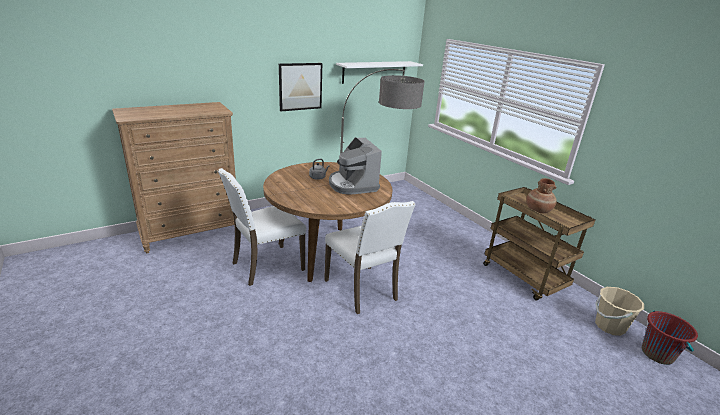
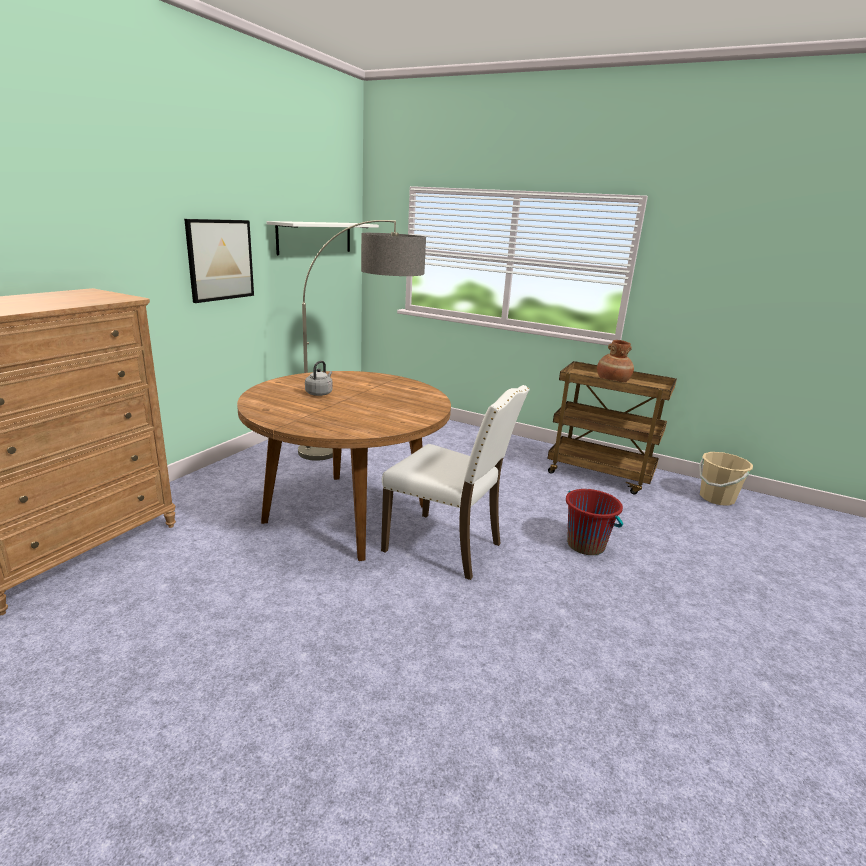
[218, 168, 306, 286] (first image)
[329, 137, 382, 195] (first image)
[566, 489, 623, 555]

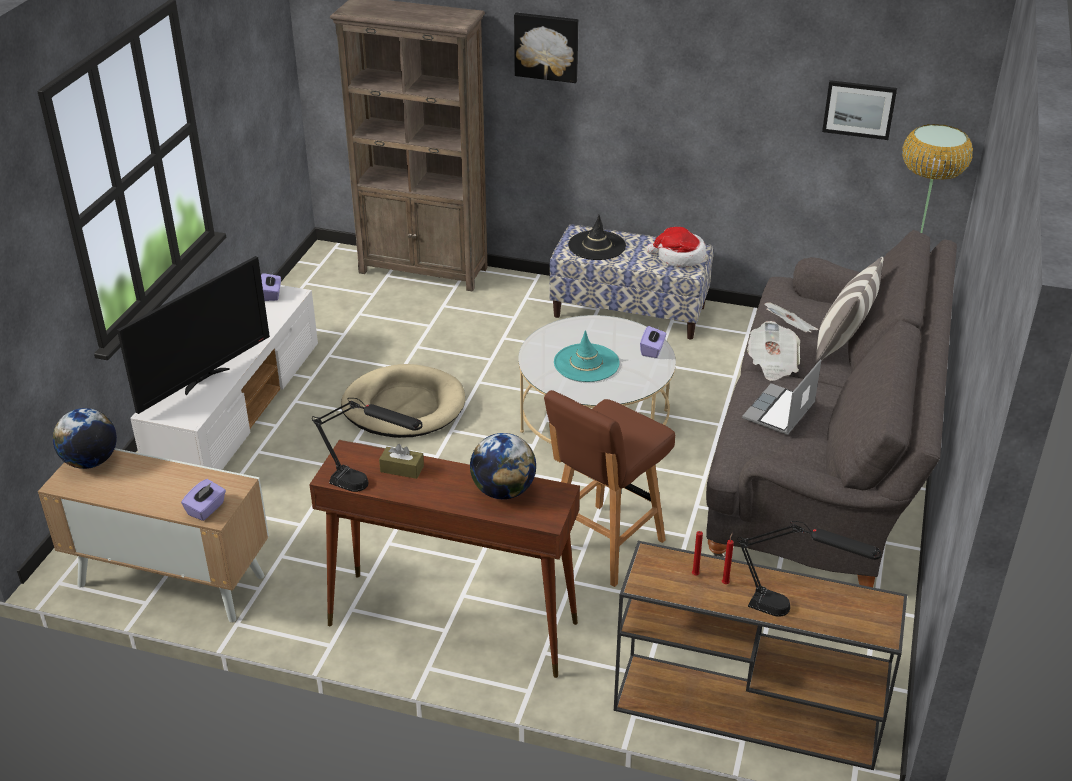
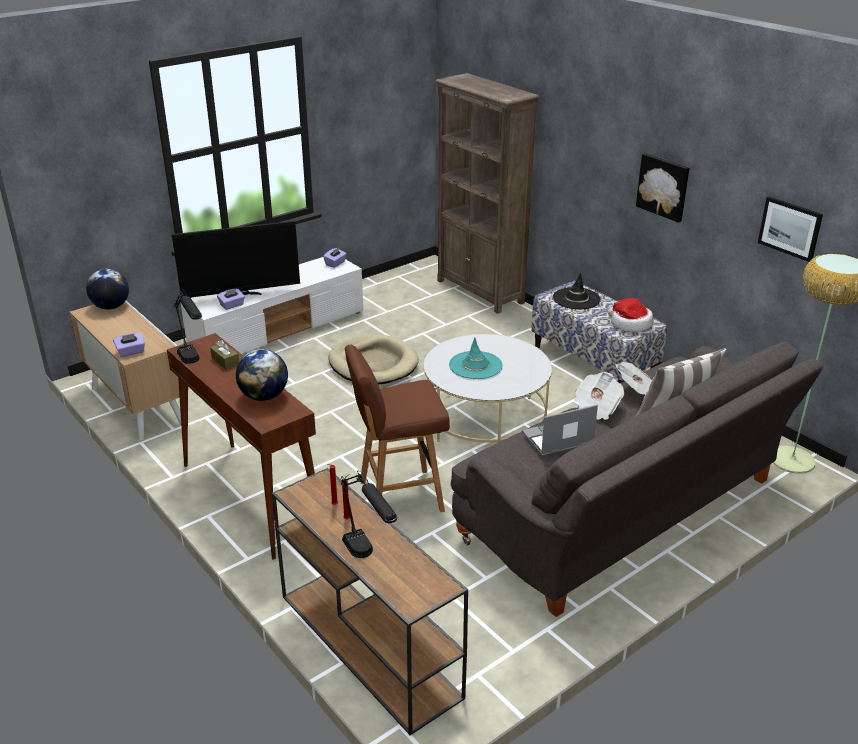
[636, 153, 689, 223]
[217, 289, 245, 310]

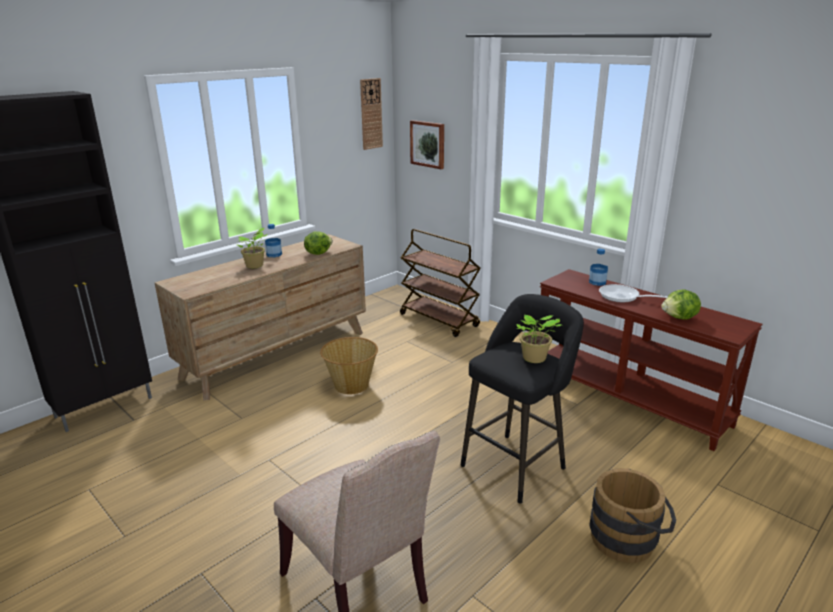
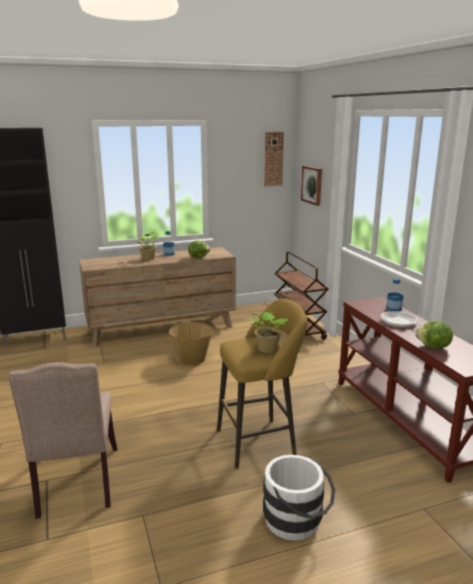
[217, 298, 308, 469]
[263, 455, 335, 541]

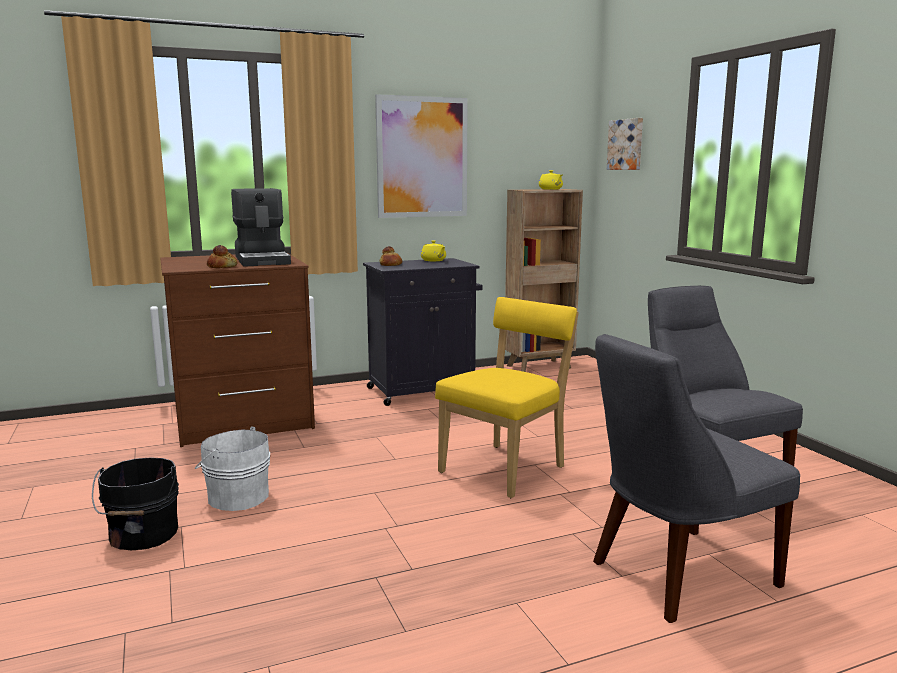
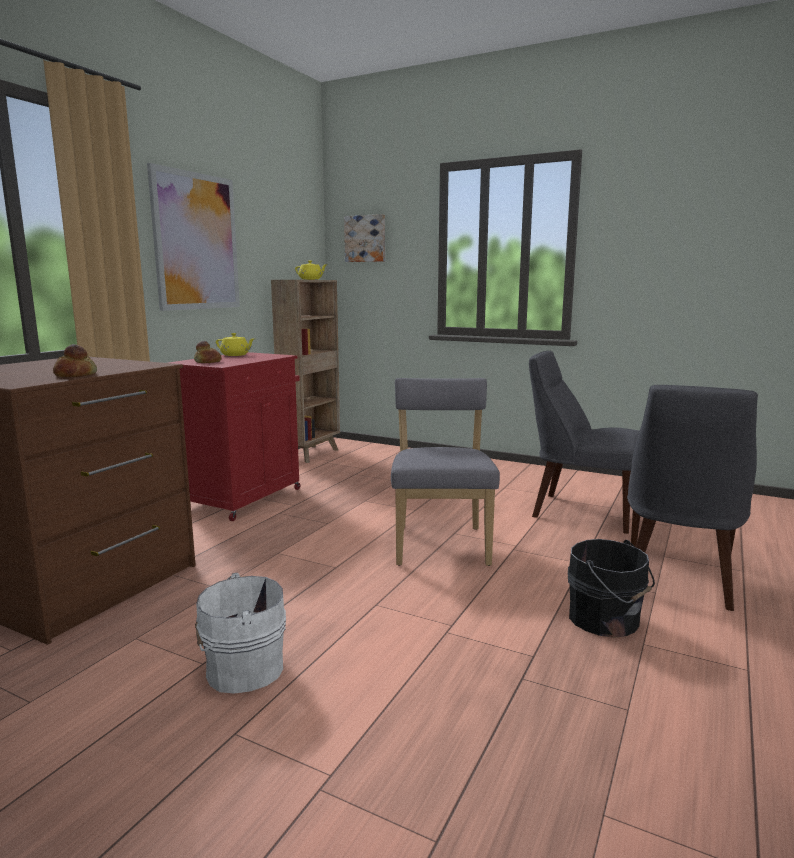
[568, 539, 655, 638]
[231, 188, 291, 267] (first image)
[168, 352, 300, 521]
[391, 378, 500, 566]

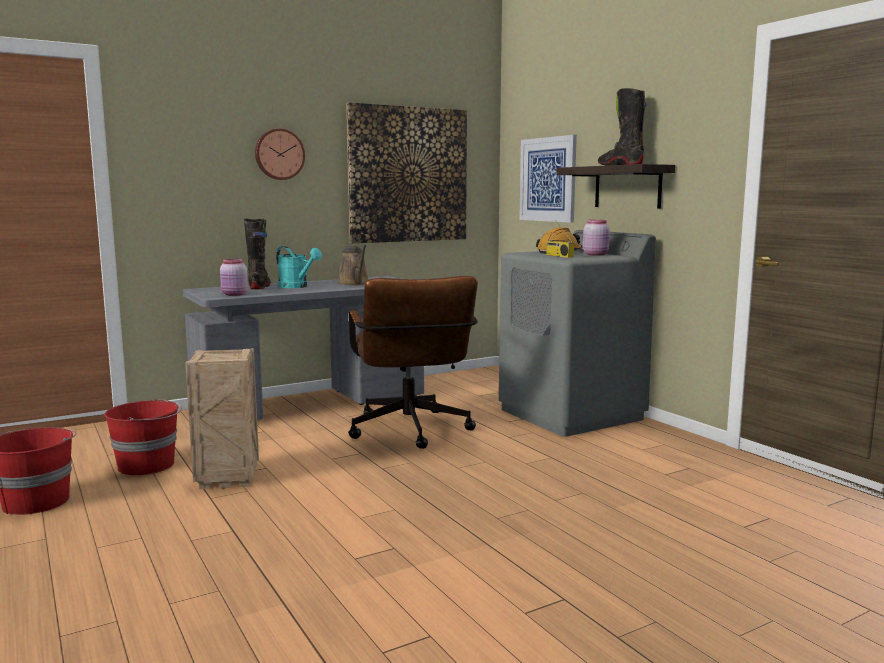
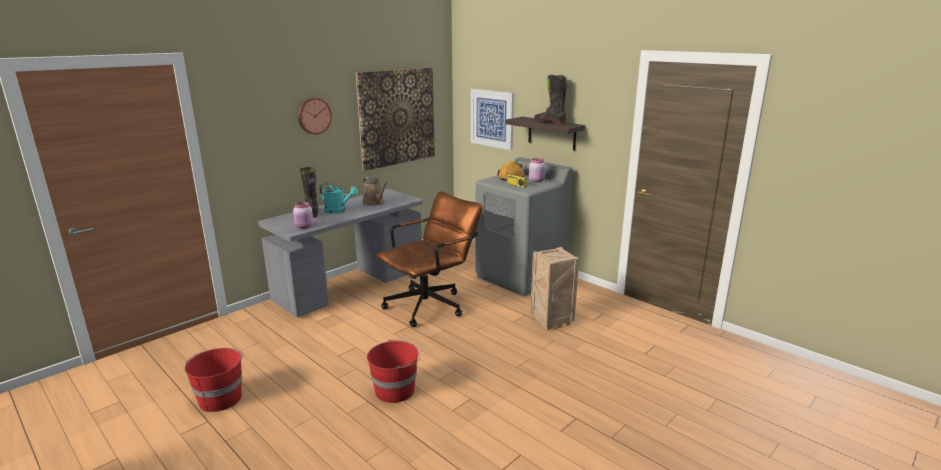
[367, 340, 421, 403]
[530, 247, 579, 330]
[376, 191, 483, 327]

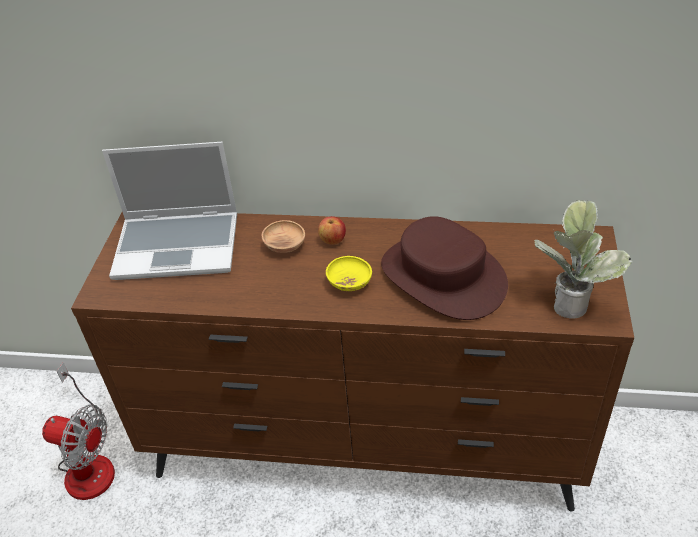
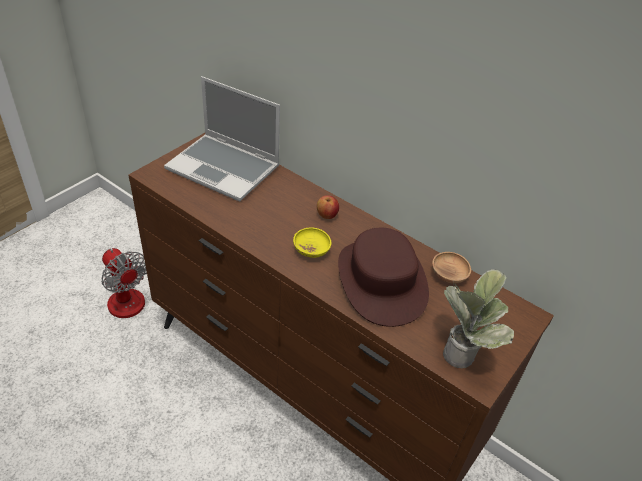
[432, 252, 471, 284]

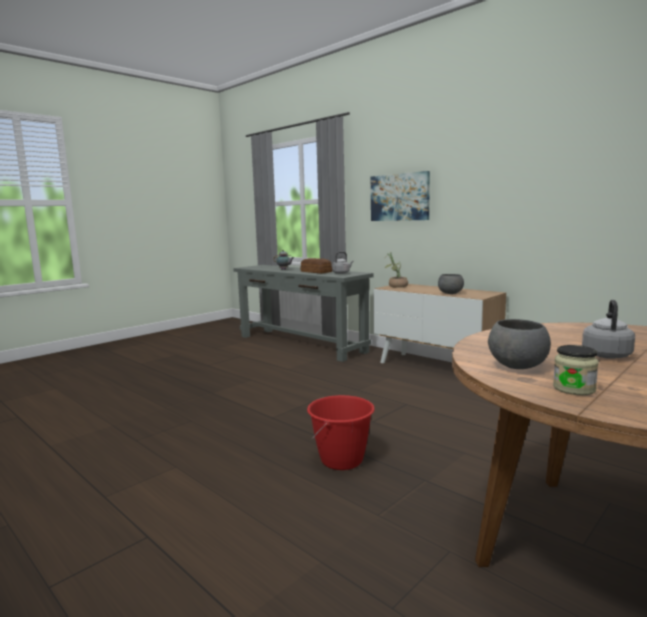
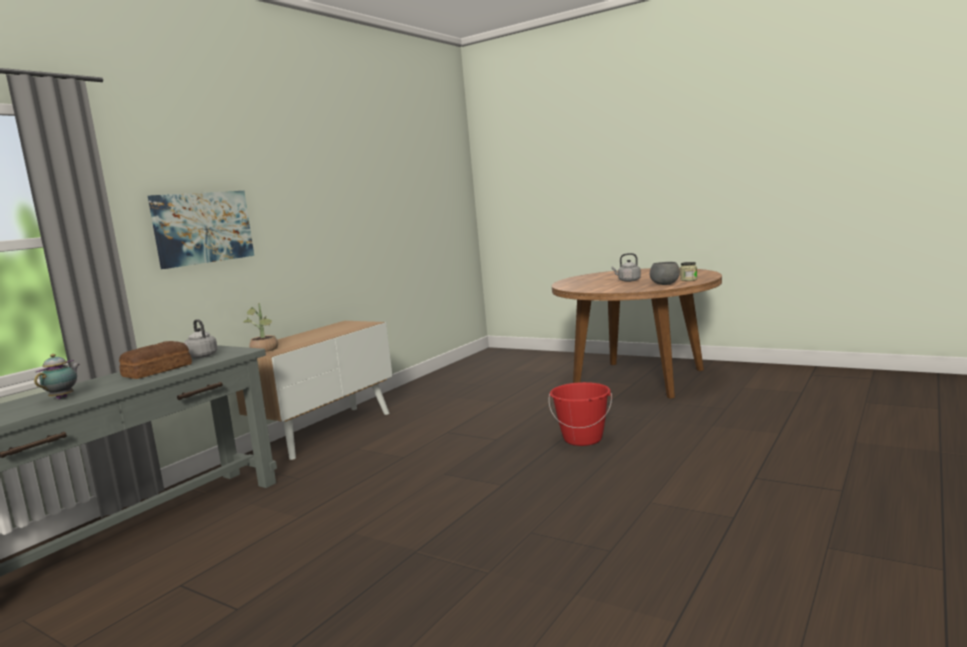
[438, 274, 464, 294] (first image)

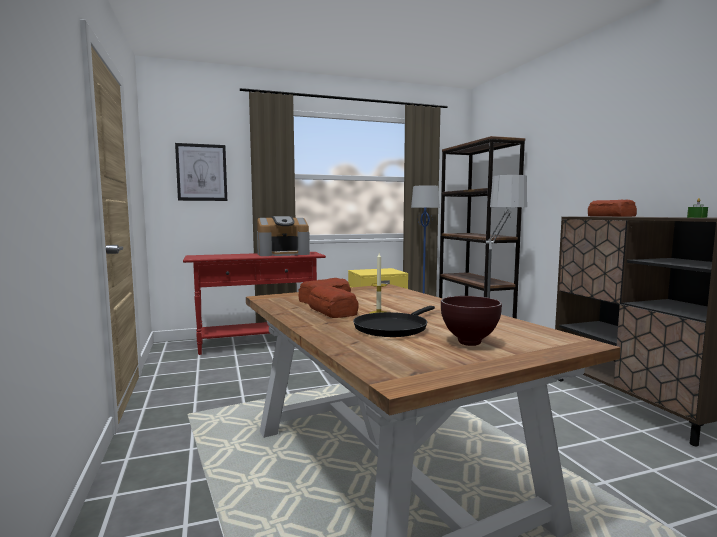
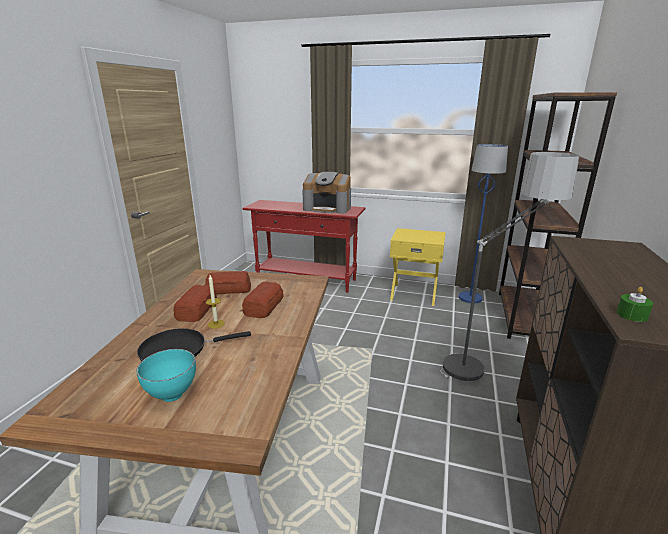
[175, 143, 227, 201] (first image)
[136, 349, 196, 402]
[242, 281, 283, 318]

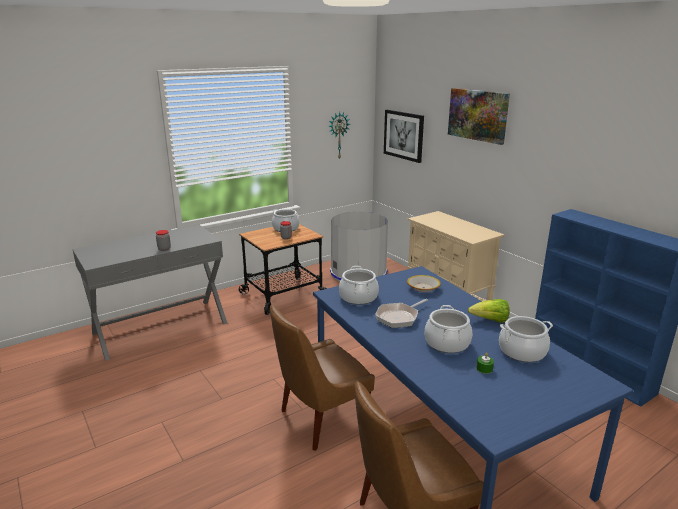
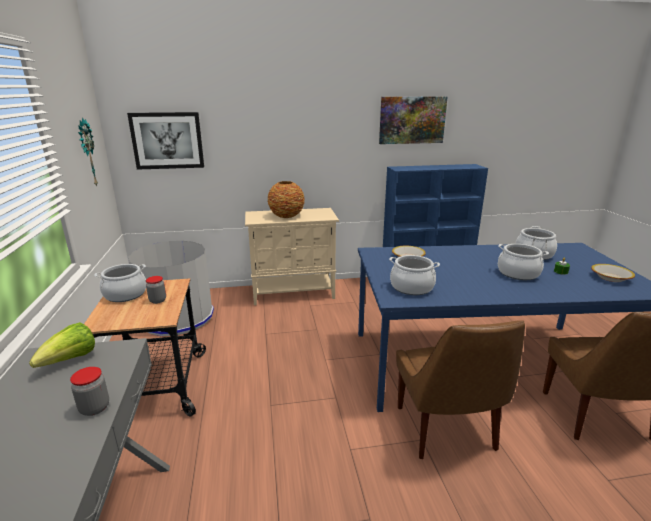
[375, 299, 428, 328] (first image)
[379, 96, 448, 144]
[29, 322, 95, 368]
[268, 181, 305, 218]
[591, 264, 635, 282]

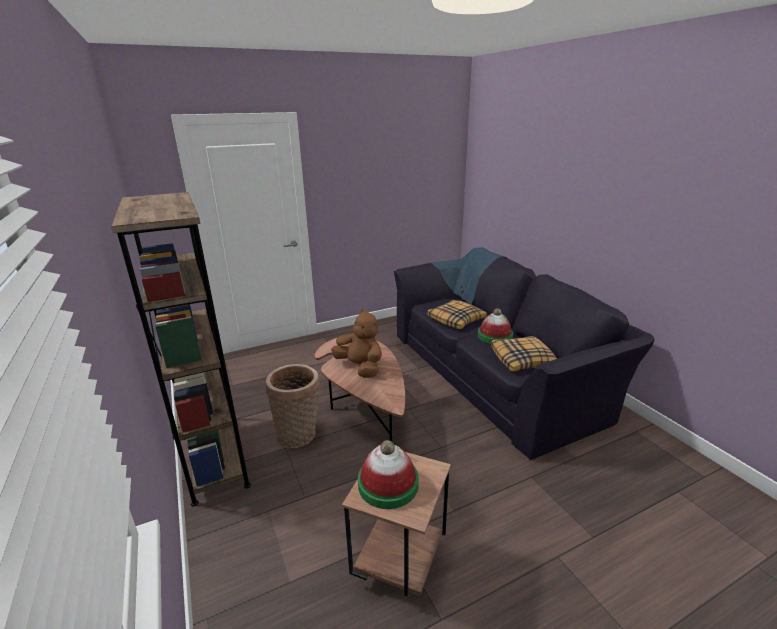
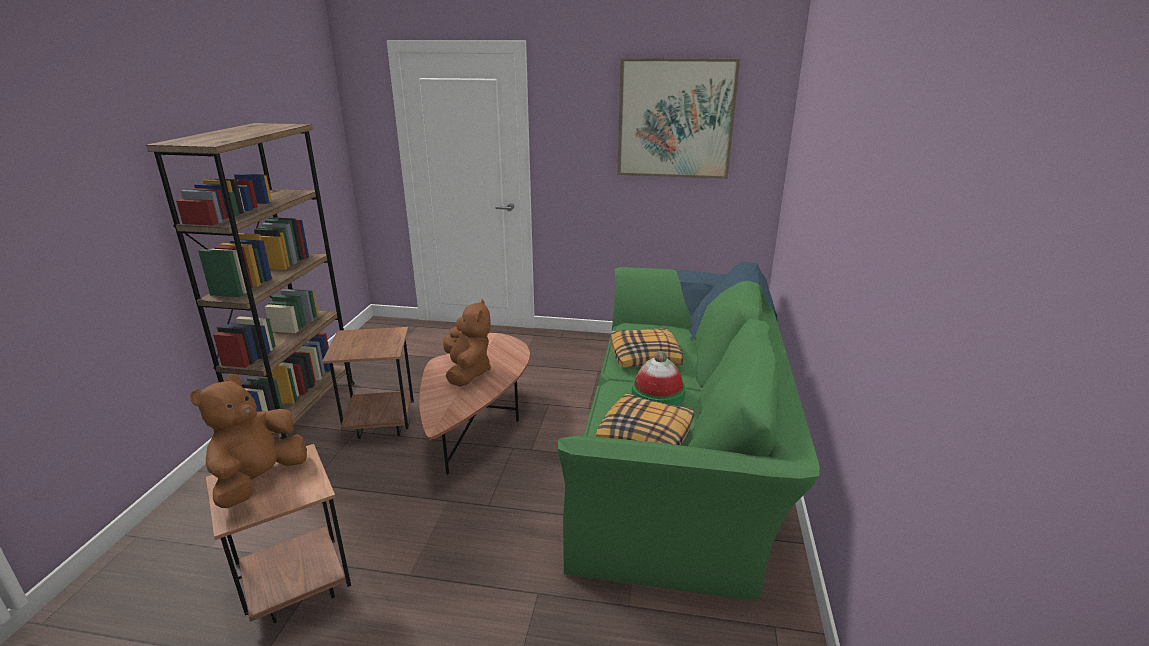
[322, 327, 414, 439]
[190, 374, 307, 508]
[558, 261, 820, 600]
[617, 58, 740, 179]

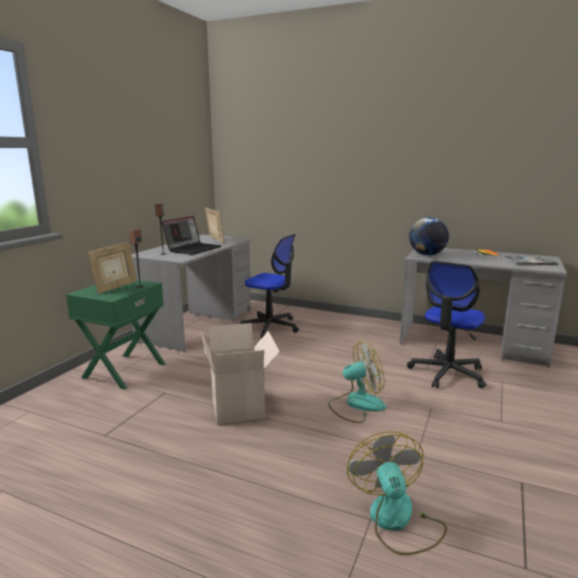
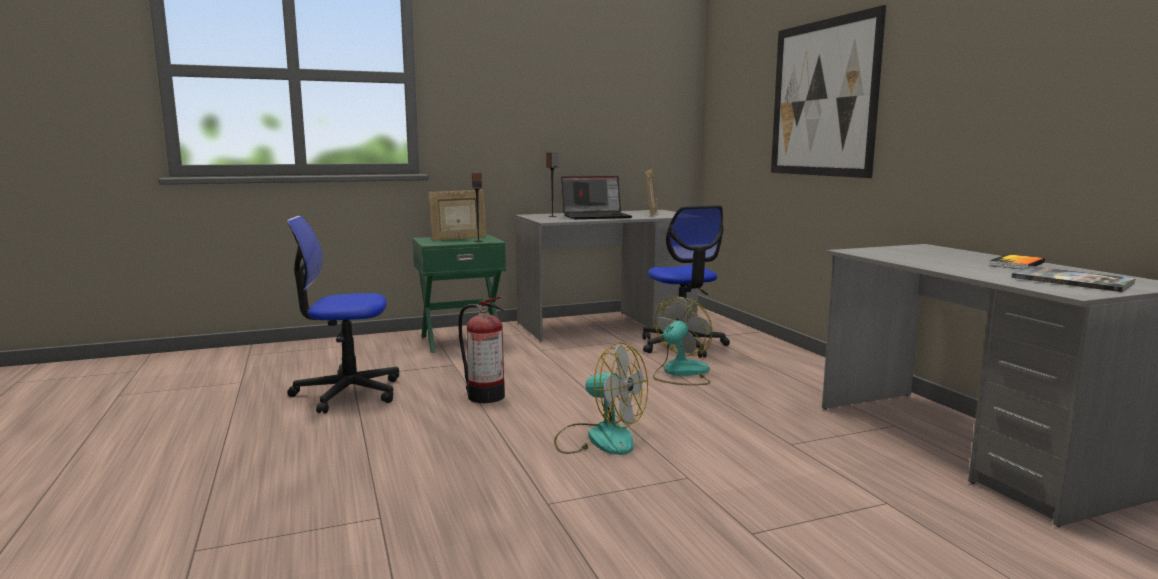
[459, 296, 505, 403]
[653, 296, 712, 385]
[287, 216, 399, 414]
[409, 217, 449, 256] (first image)
[771, 5, 886, 178]

